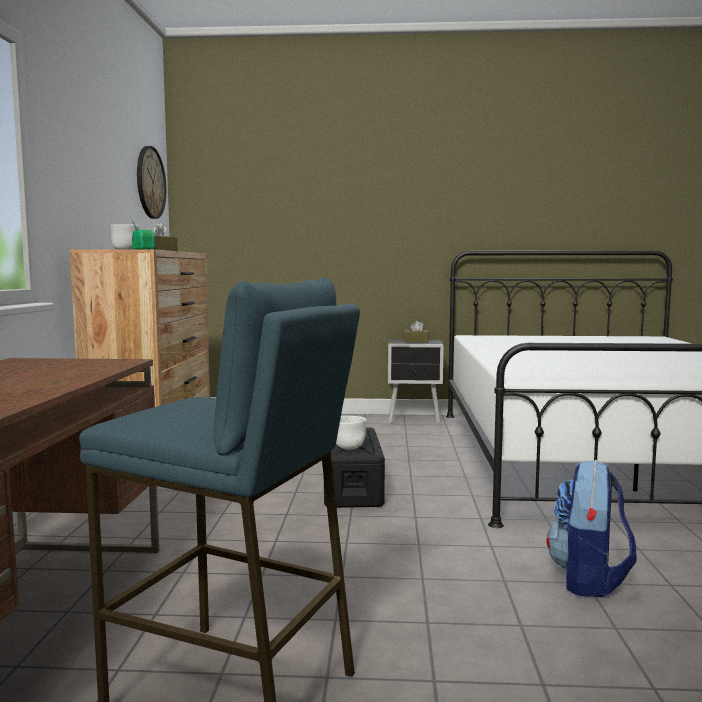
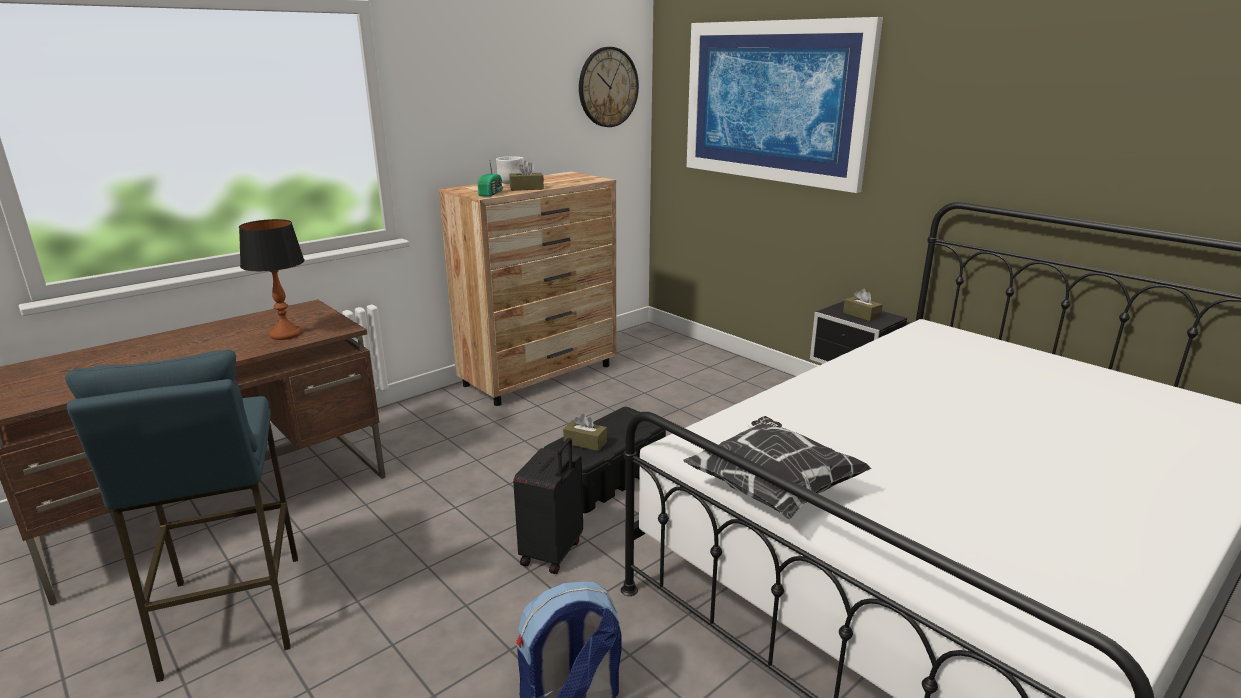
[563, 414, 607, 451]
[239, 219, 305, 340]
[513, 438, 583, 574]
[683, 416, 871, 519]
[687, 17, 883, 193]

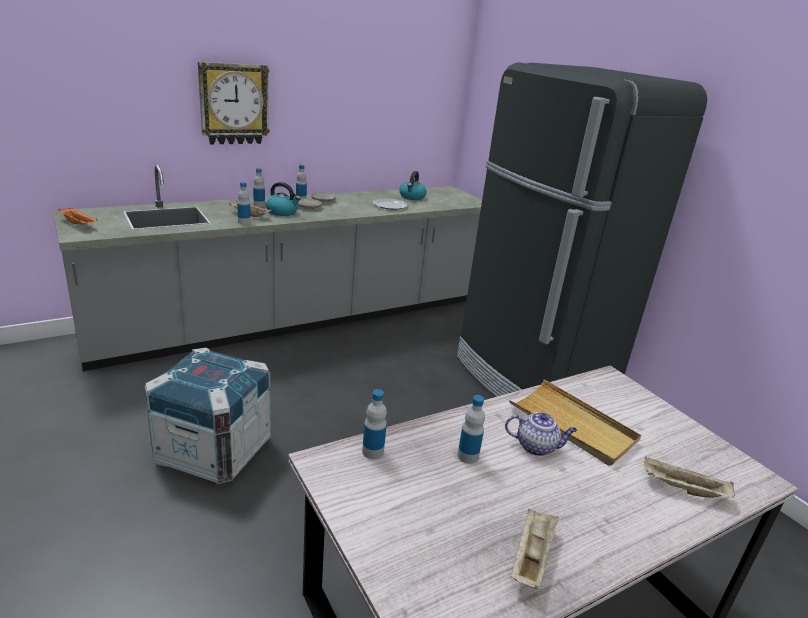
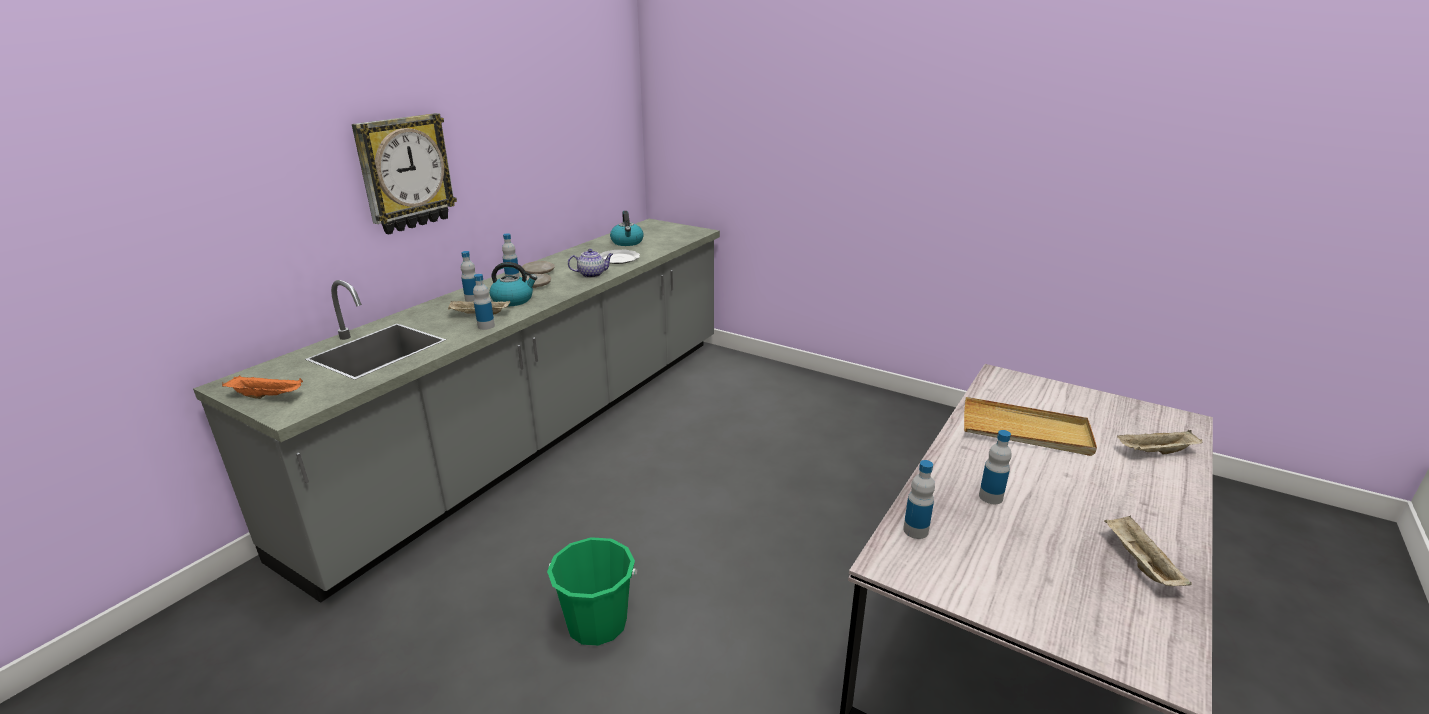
[547, 537, 637, 646]
[457, 62, 707, 397] (first image)
[568, 249, 613, 278]

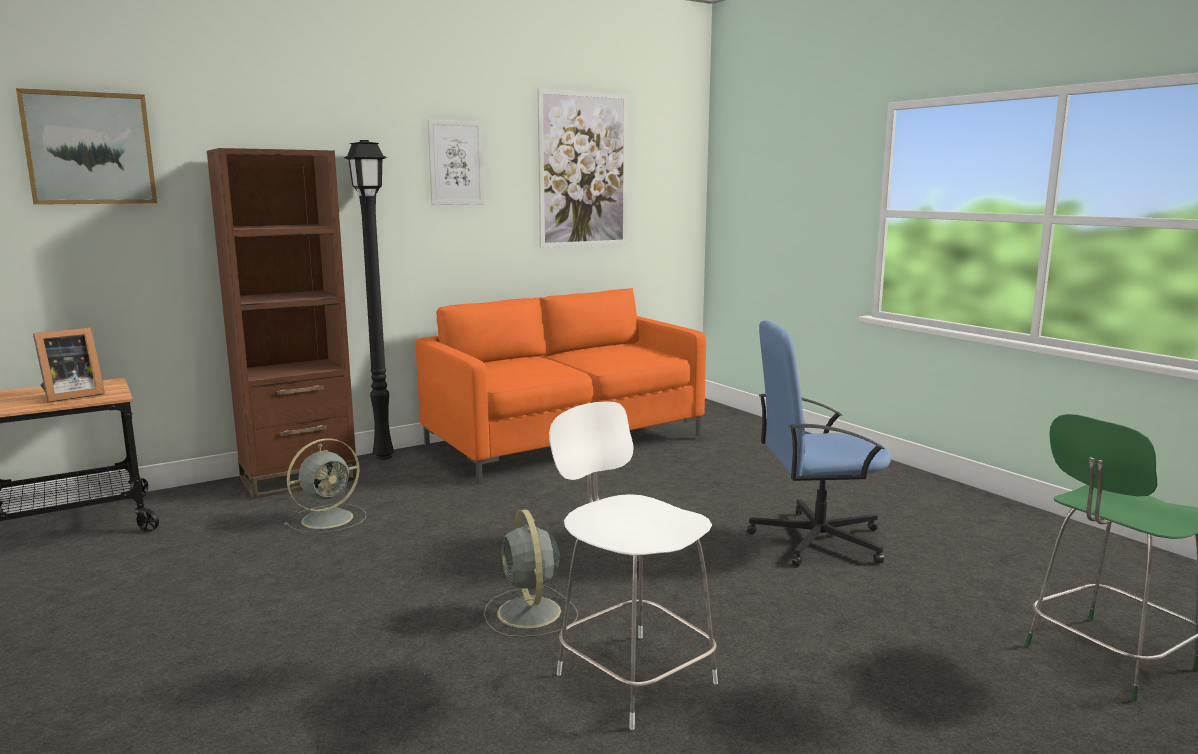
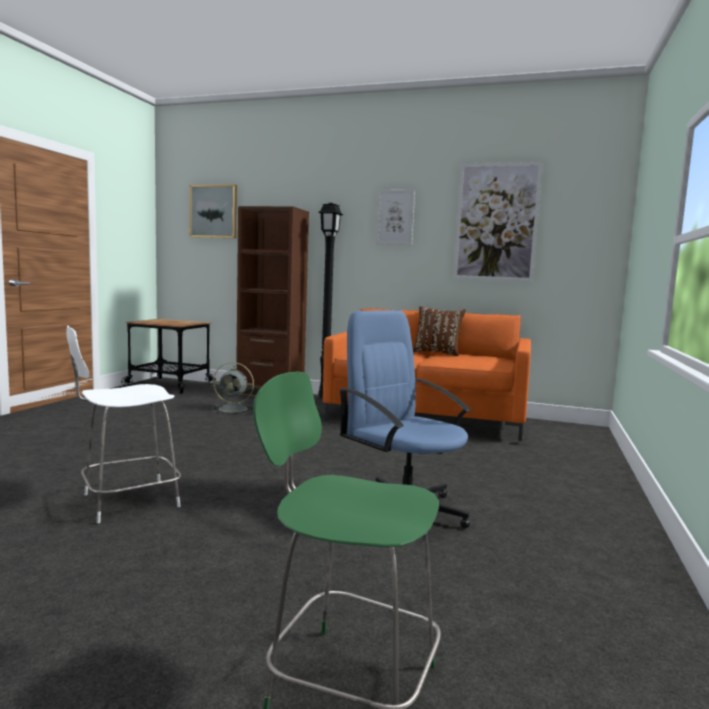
[33, 327, 105, 403] (first image)
[484, 509, 578, 638] (first image)
[66, 326, 181, 523]
[413, 306, 466, 356]

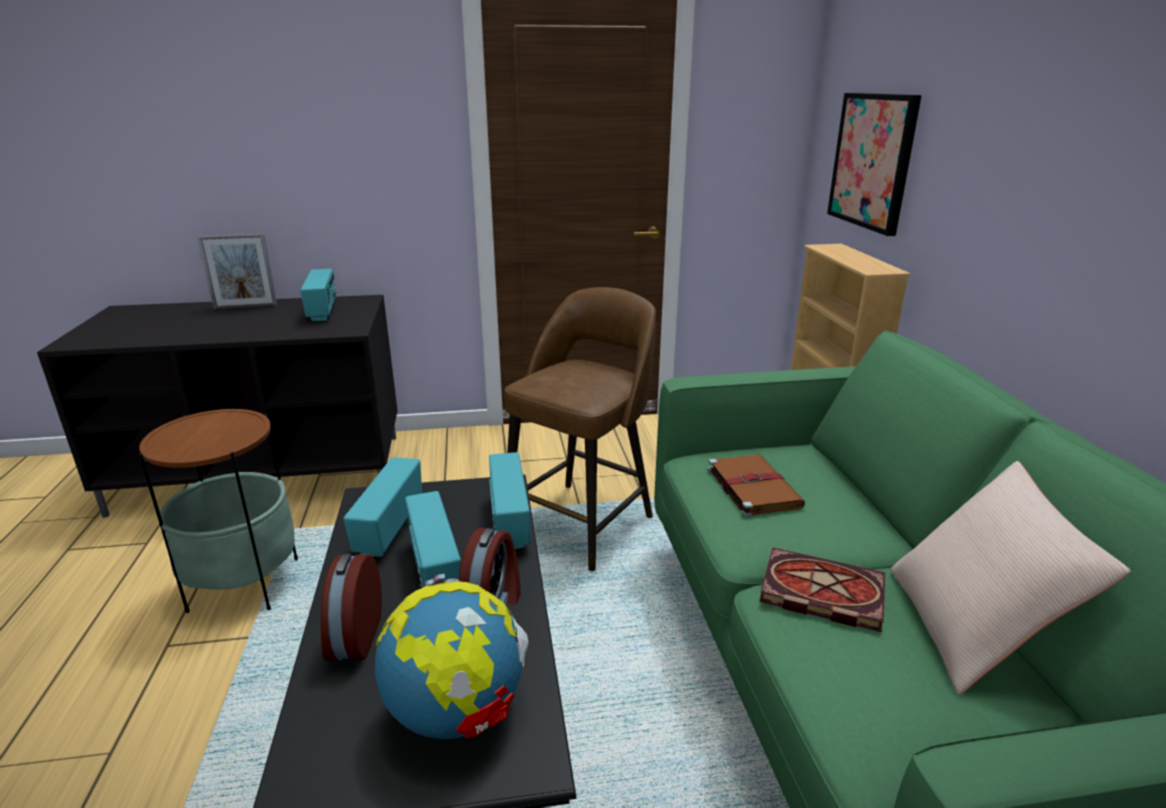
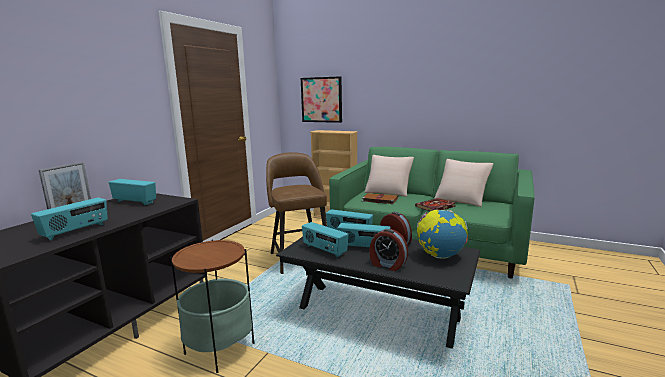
[31, 198, 108, 241]
[365, 155, 414, 197]

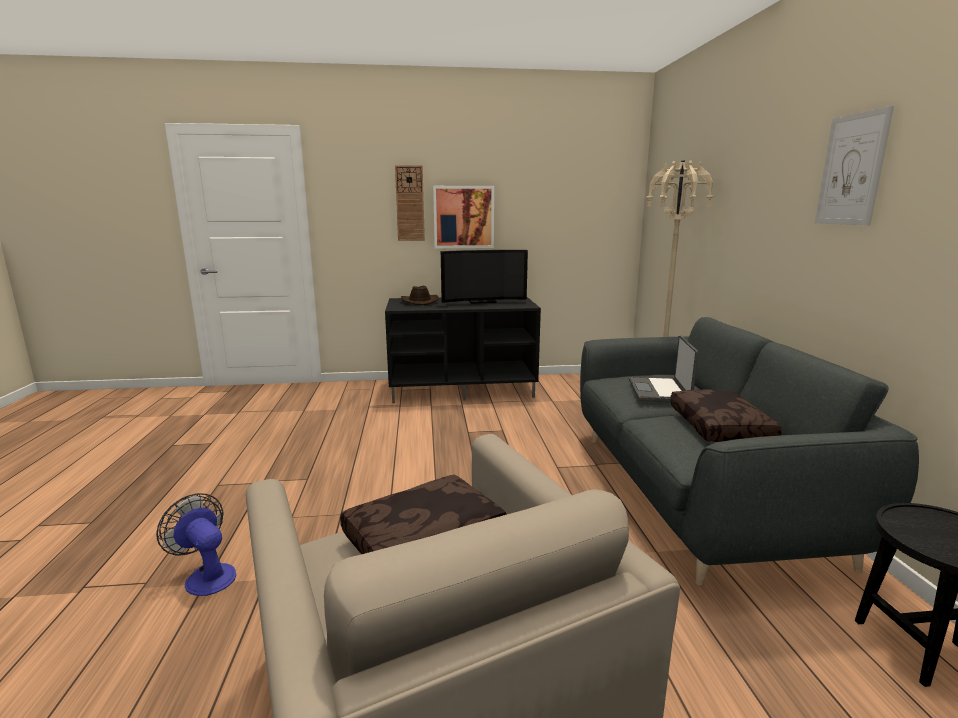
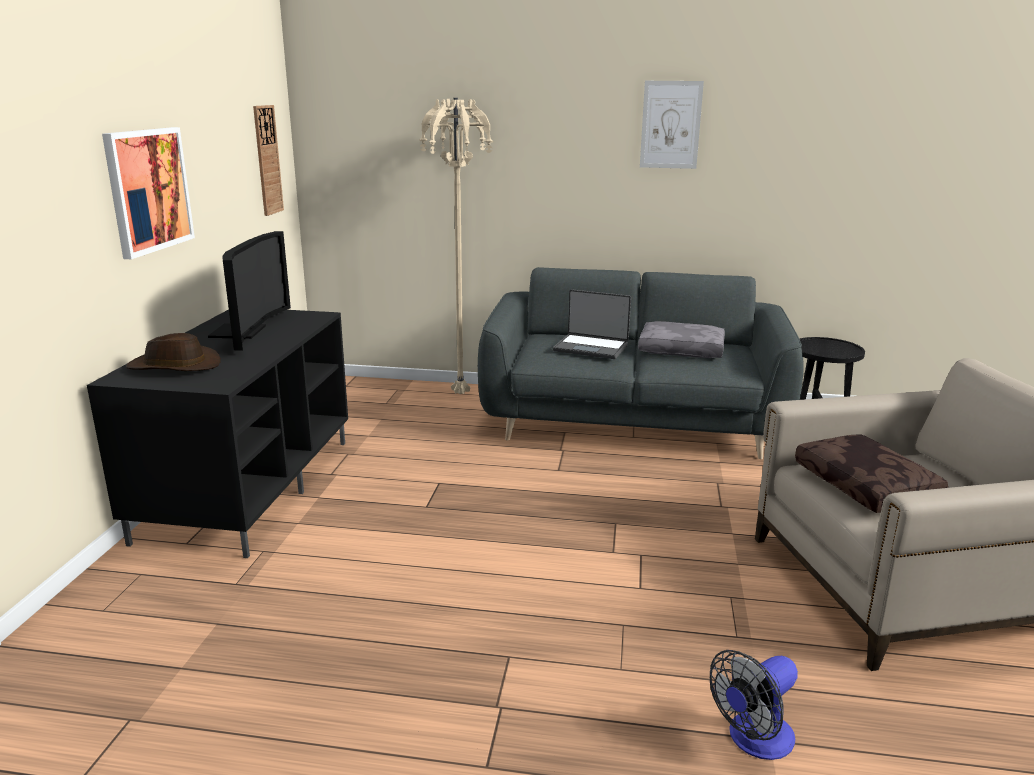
[253, 105, 284, 216]
[638, 321, 725, 358]

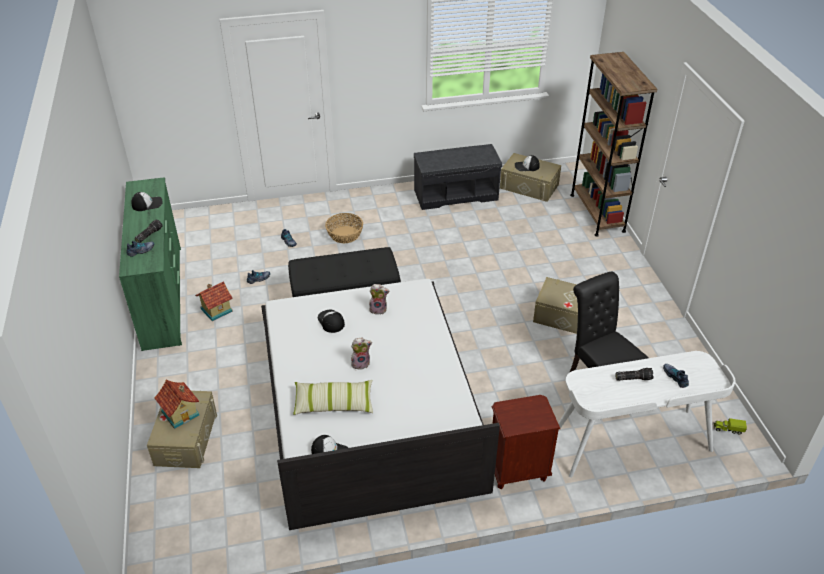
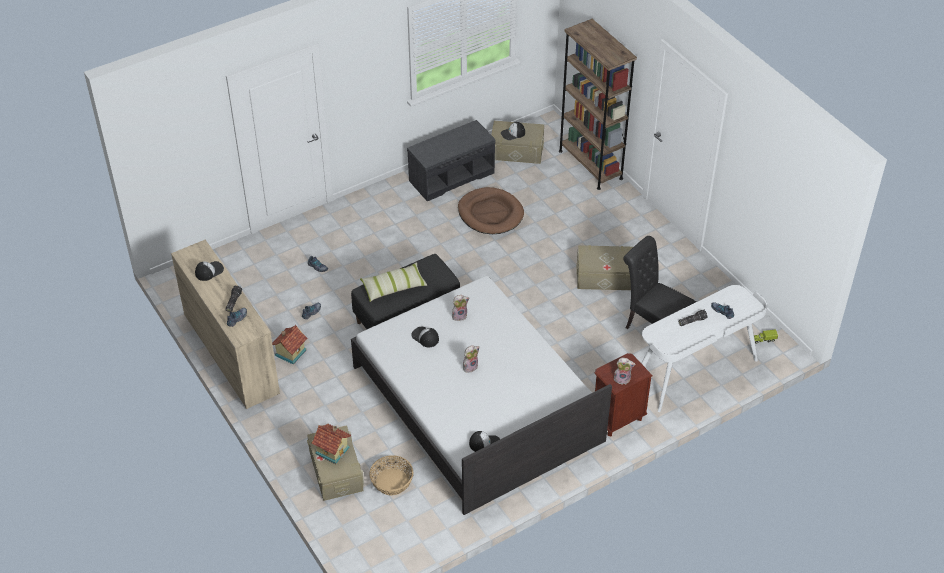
[171, 240, 280, 409]
[360, 262, 427, 302]
[369, 455, 413, 495]
[458, 187, 524, 234]
[614, 358, 635, 384]

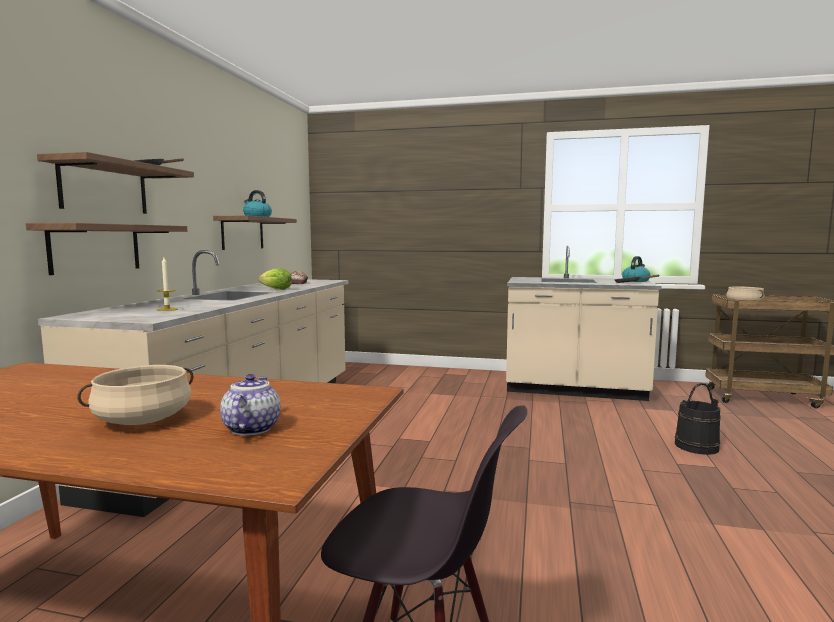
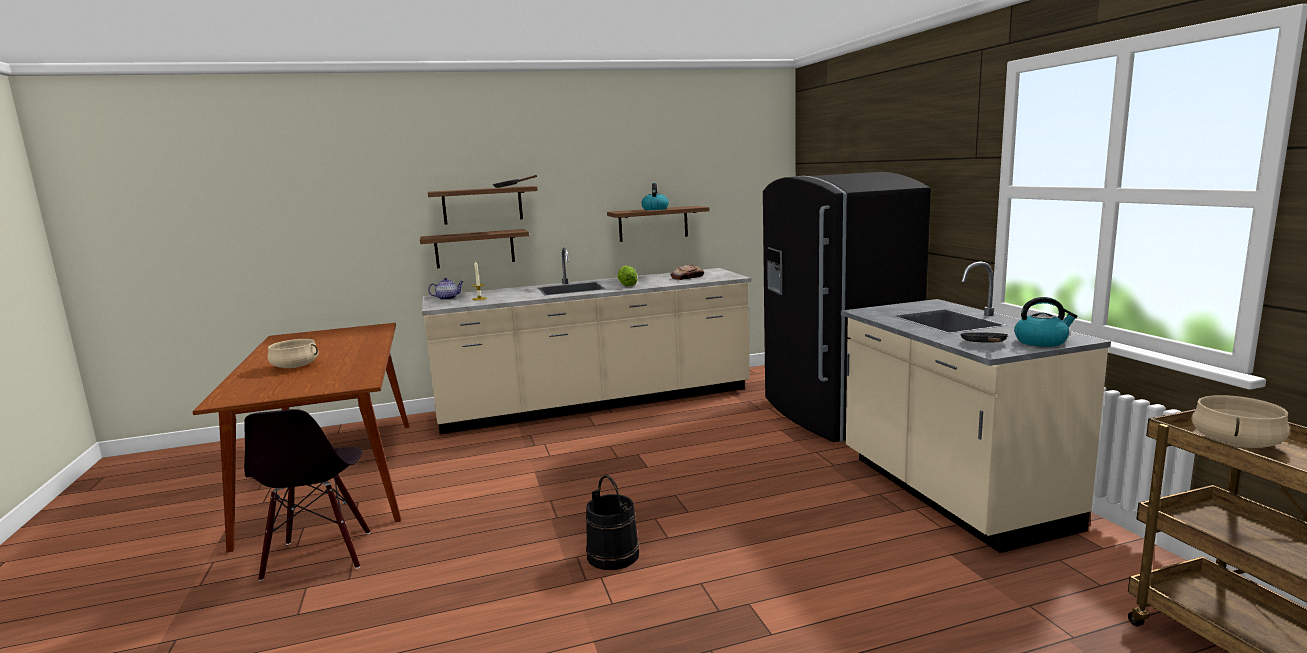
[428, 278, 464, 300]
[586, 475, 639, 570]
[763, 172, 931, 442]

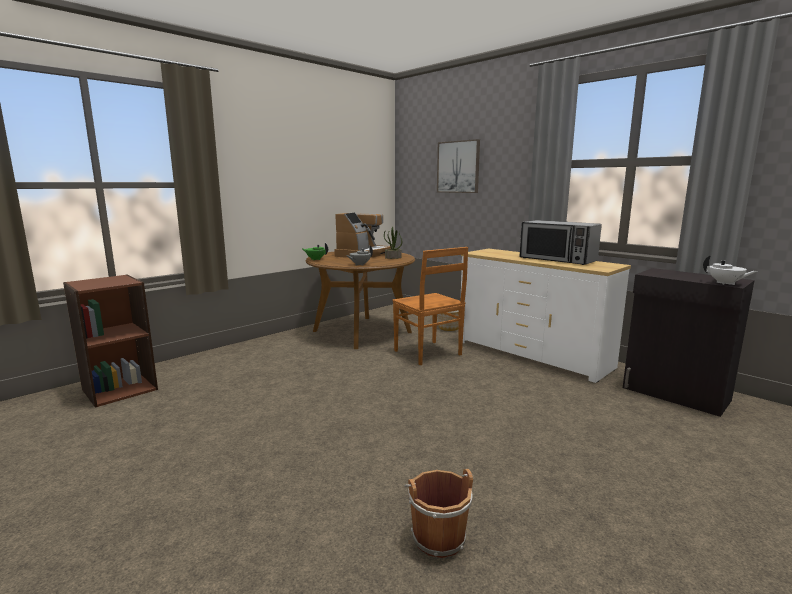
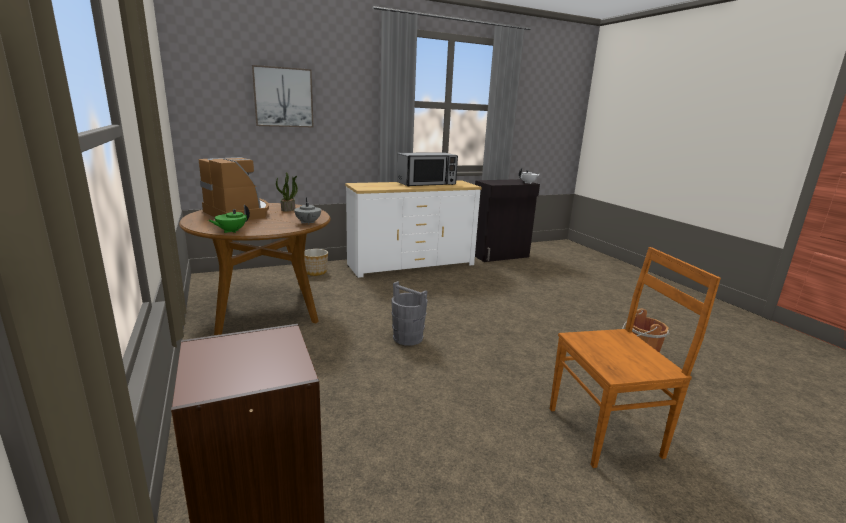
[550, 247, 721, 468]
[391, 281, 428, 346]

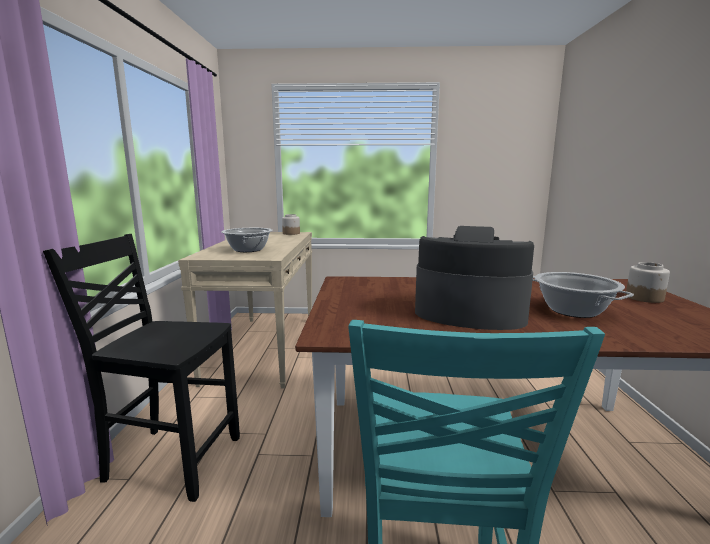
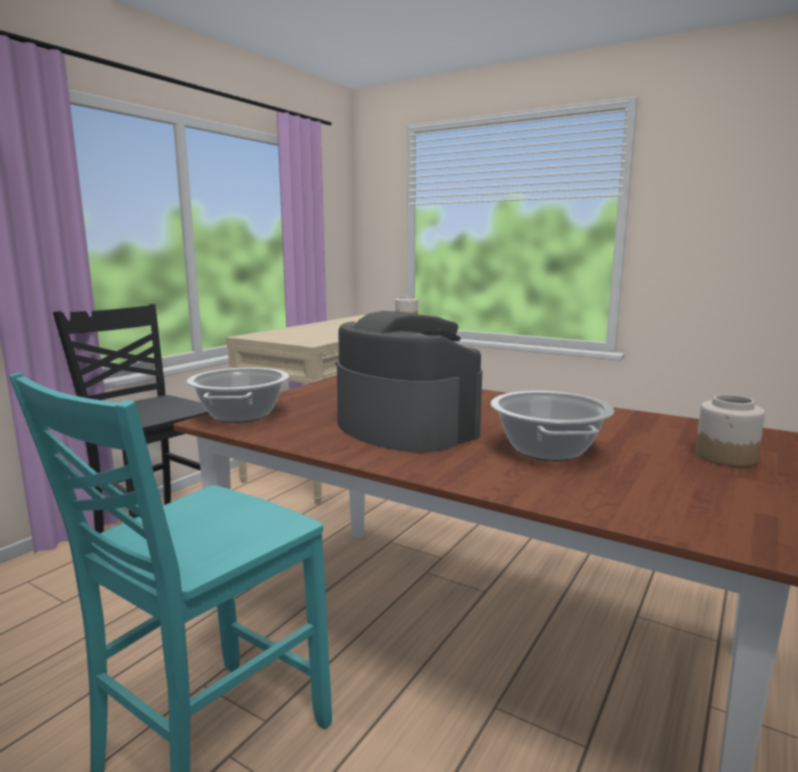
[187, 368, 289, 423]

